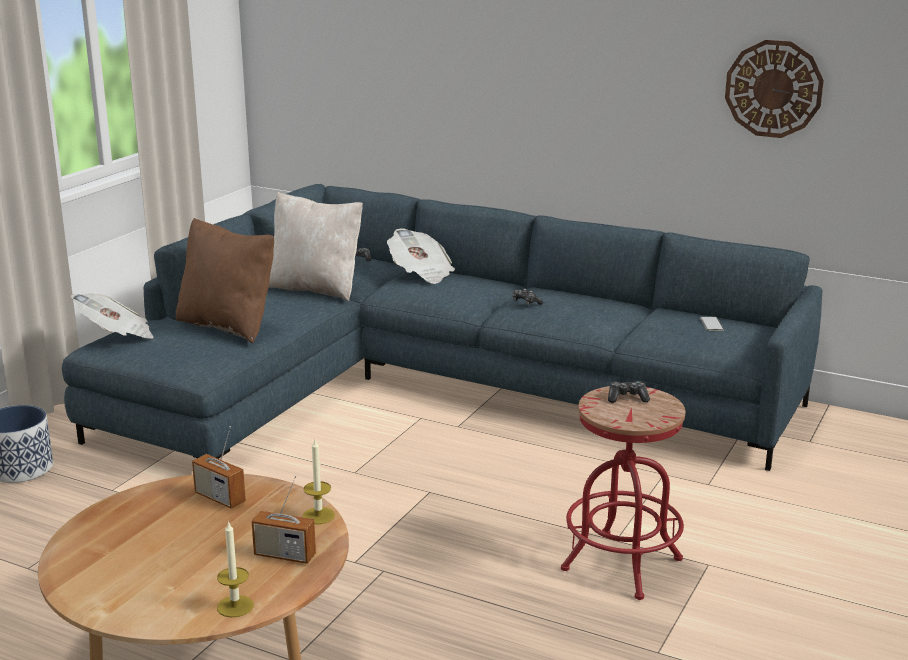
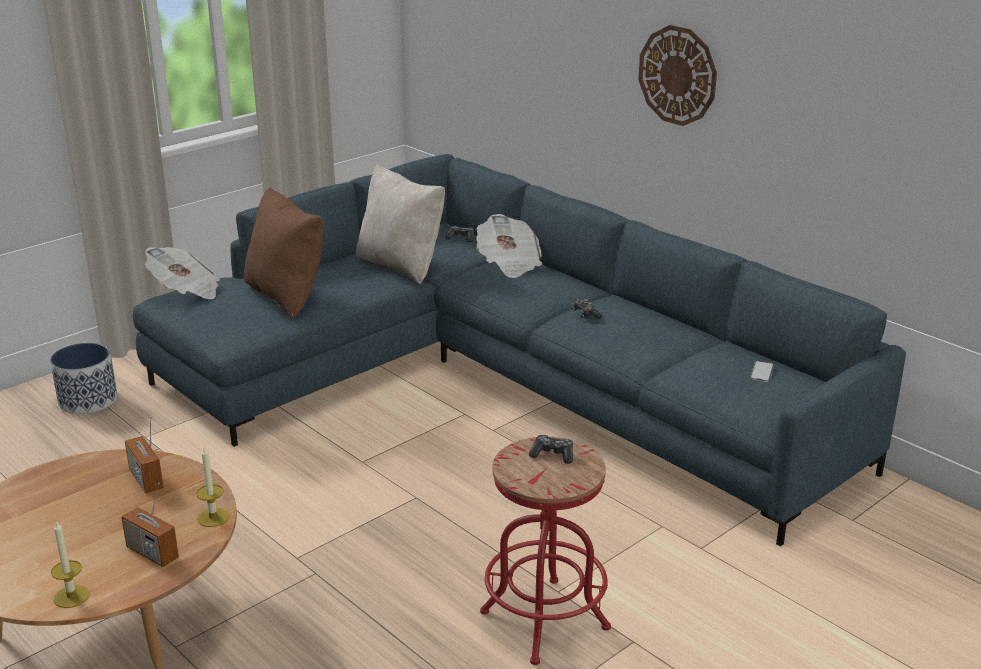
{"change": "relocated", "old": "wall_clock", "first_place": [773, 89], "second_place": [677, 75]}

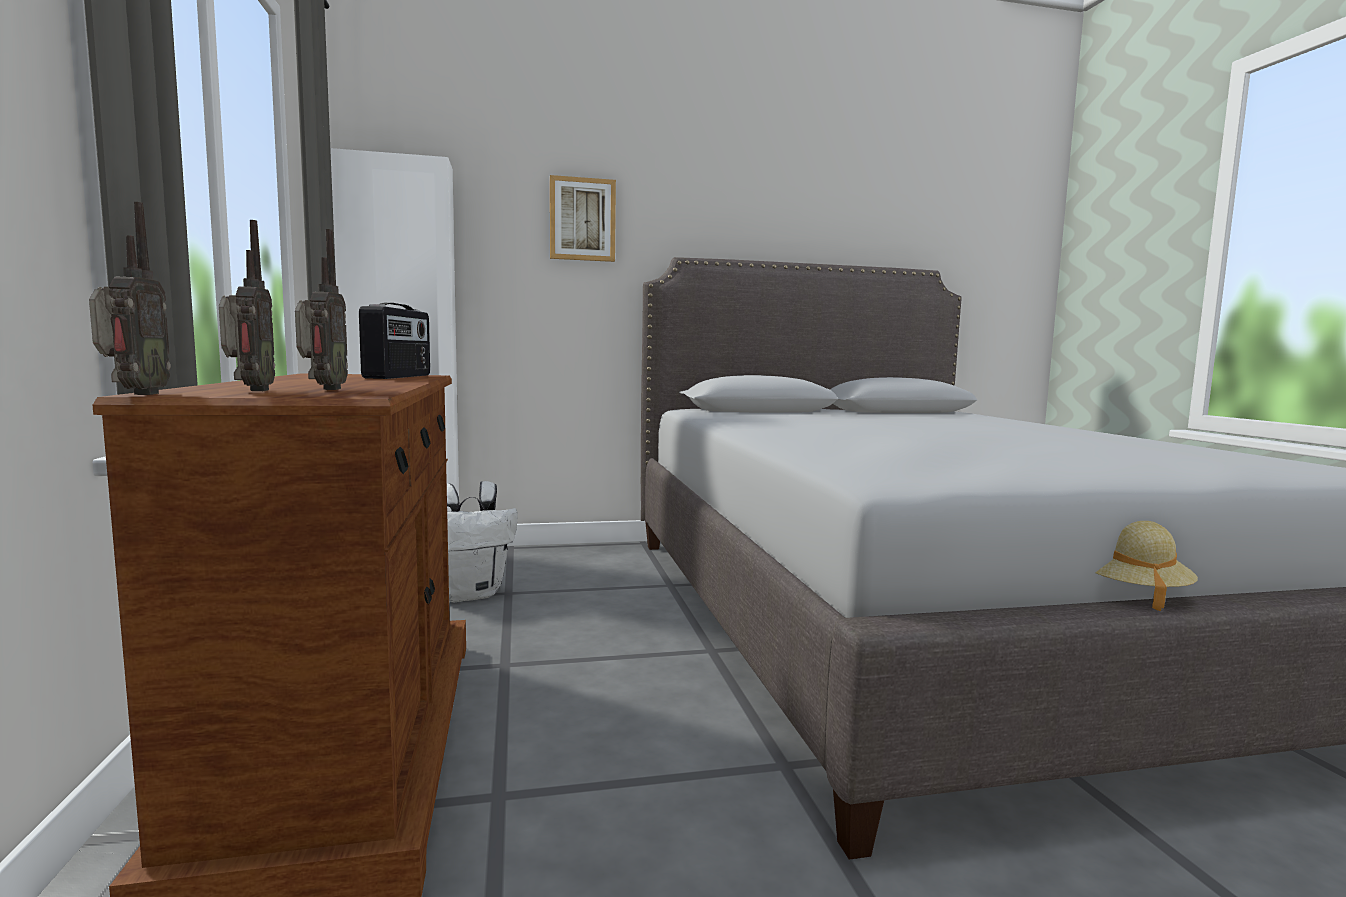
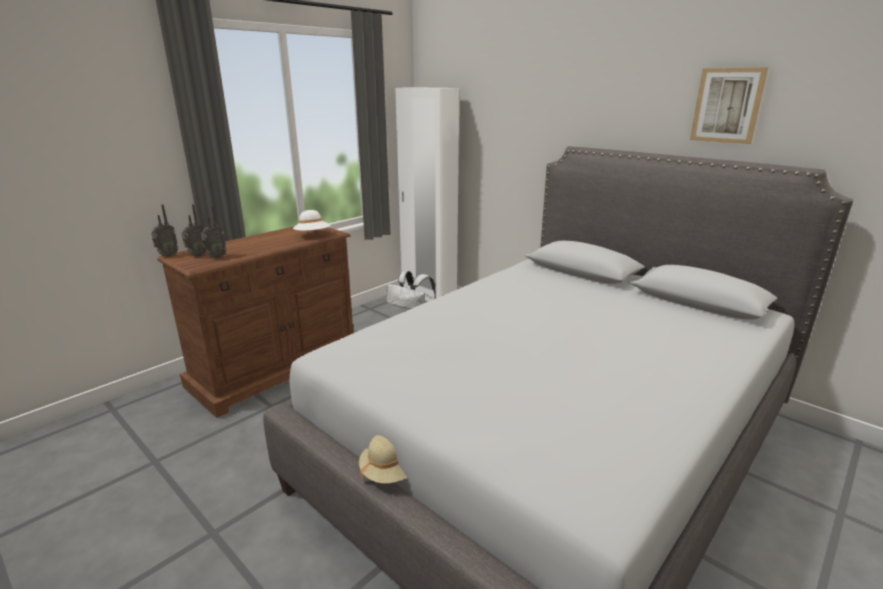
{"change": "relocated", "old": "wall_art", "first_place": [582, 219], "second_place": [727, 105]}
{"change": "exchanged", "old": "radio_receiver", "new": "white-coloured_clothing_hat", "first_place": [399, 376], "second_place": [312, 235]}

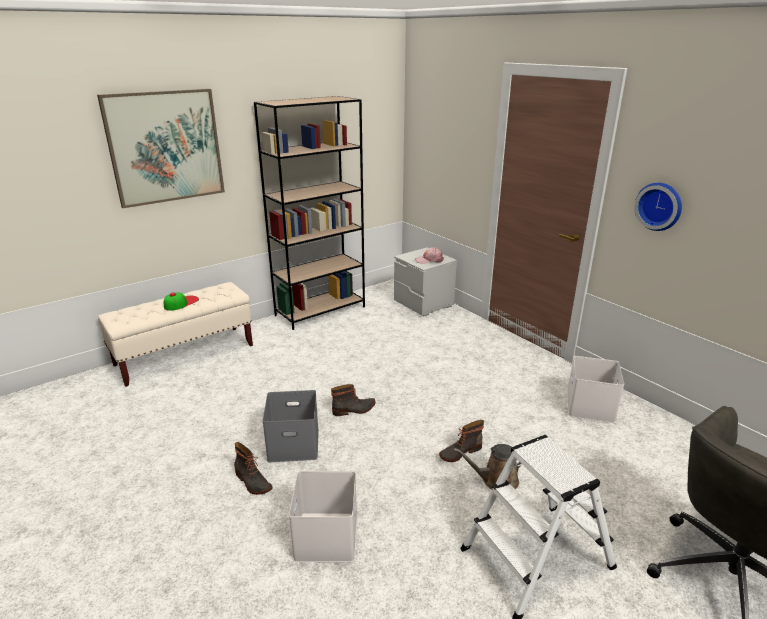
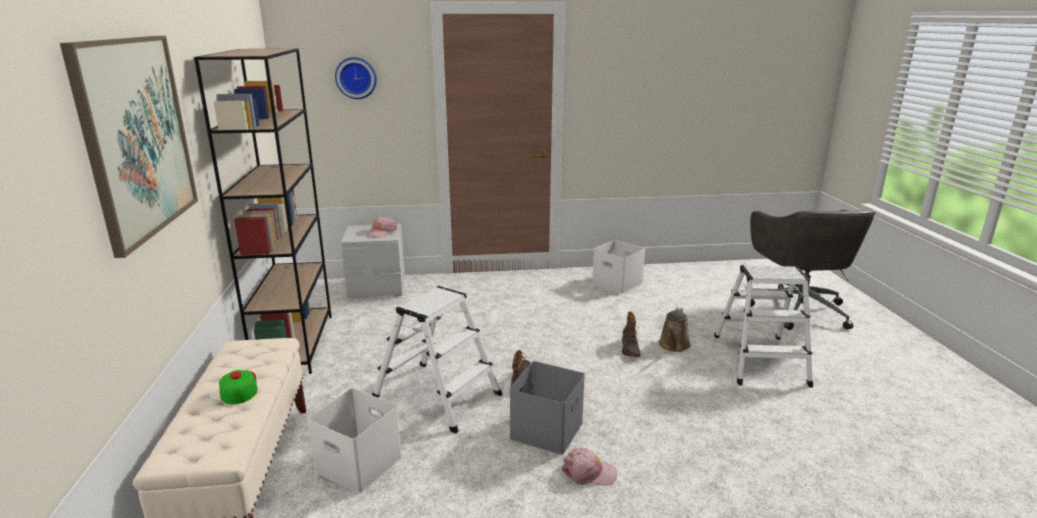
{"change": "relocated", "old": "wall_clock", "first_place": [659, 206], "second_place": [356, 78]}
{"change": "exchanged", "old": "boot", "new": "pink-coloured_cap", "first_place": [252, 482], "second_place": [588, 473]}
{"change": "relocated", "old": "white-coloured_storage_container", "first_place": [327, 538], "second_place": [361, 463]}
{"change": "appeared", "new": "white-coloured_stepladder", "second_place": [437, 395]}

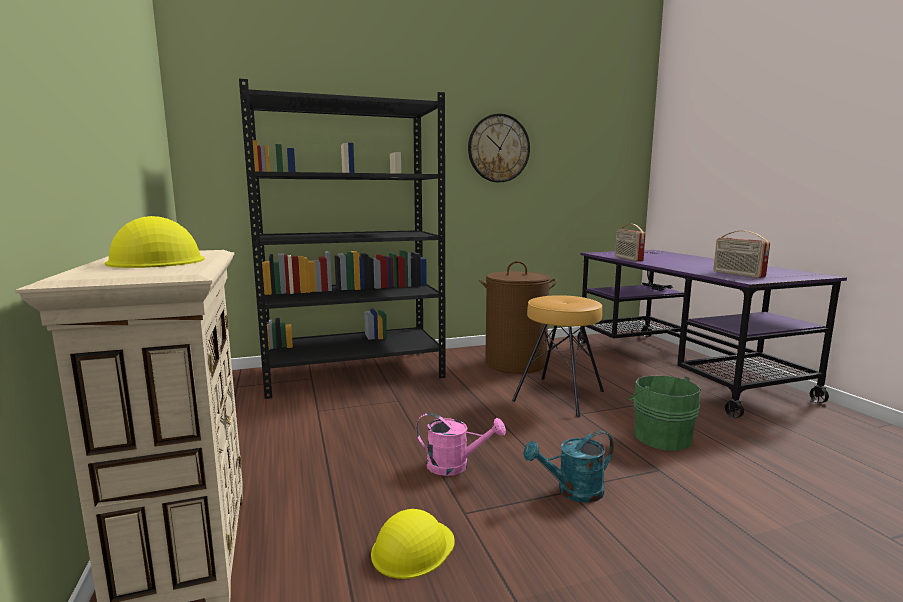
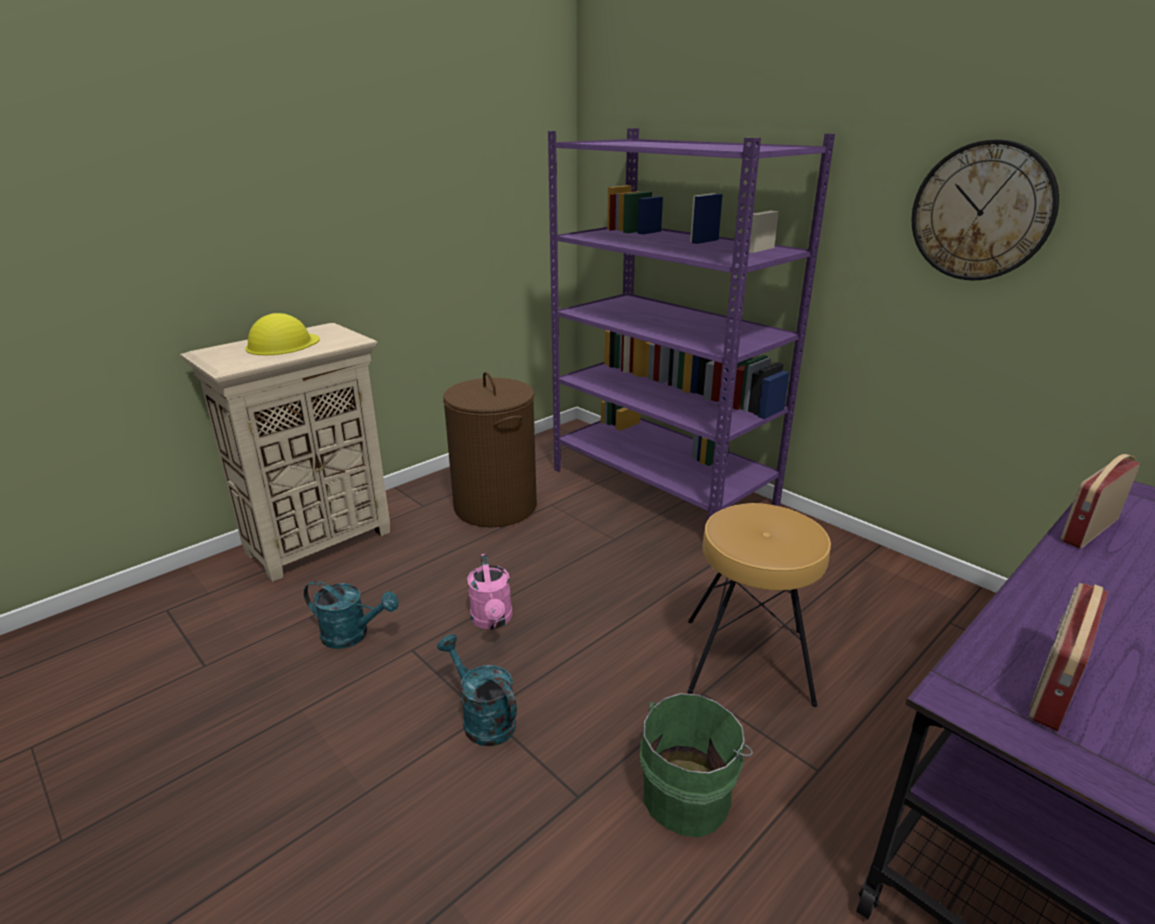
{"change": "colour", "old": "black_bookshelf", "new": "purplish_bookshelf", "first_place": [353, 372], "second_place": [661, 487]}
{"change": "relocated", "old": "brown-coloured_laundry_basket", "first_place": [515, 363], "second_place": [496, 506]}
{"change": "exchanged", "old": "yellow_safety_helmet", "new": "blue-green_watering_can", "first_place": [412, 548], "second_place": [353, 635]}

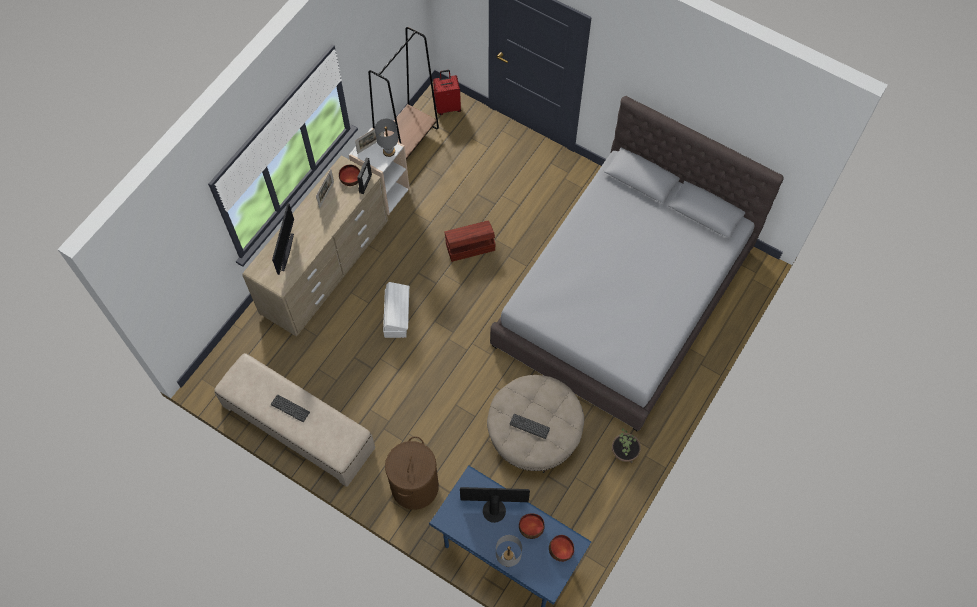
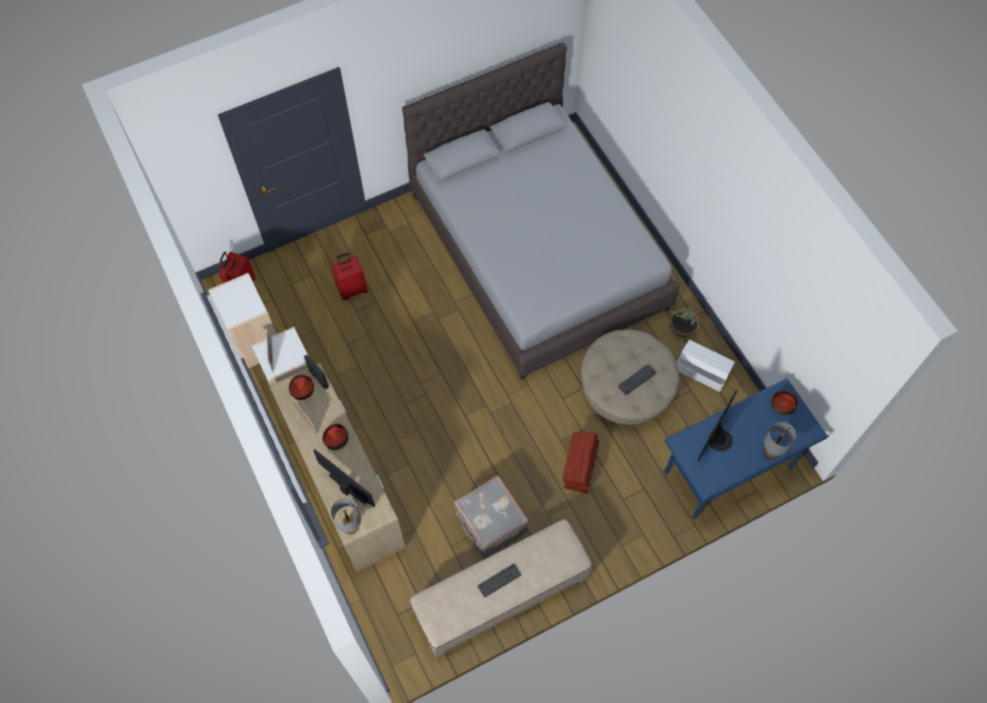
{"change": "exchanged", "old": "clothes_rack", "new": "white-coloured_bookshelf", "first_place": [407, 142], "second_place": [254, 341]}
{"change": "relocated", "old": "gray_table_lamp", "first_place": [389, 151], "second_place": [351, 526]}
{"change": "relocated", "old": "brown-coloured_storage_container", "first_place": [469, 246], "second_place": [580, 467]}
{"change": "relocated", "old": "white-coloured_storage_container", "first_place": [397, 315], "second_place": [701, 370]}
{"change": "missing", "old": "brown-coloured_laundry_basket", "first_place": [414, 486]}
{"change": "relocated", "old": "serving_bowl", "first_place": [531, 527], "second_place": [336, 439]}
{"change": "appeared", "new": "red_piece_of_luggage", "second_place": [352, 289]}
{"change": "appeared", "new": "gray_piece_of_luggage", "second_place": [490, 524]}

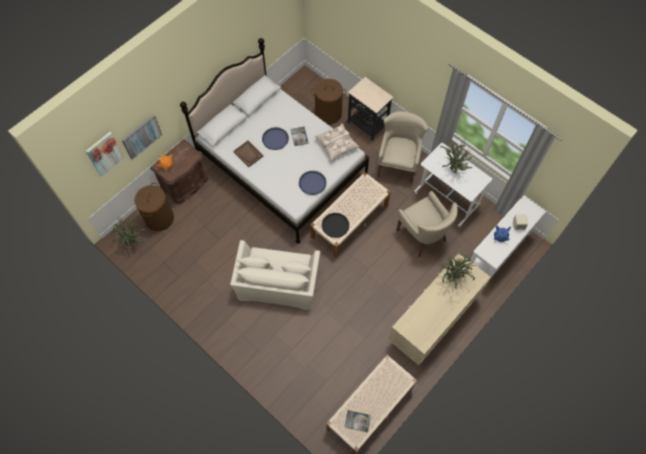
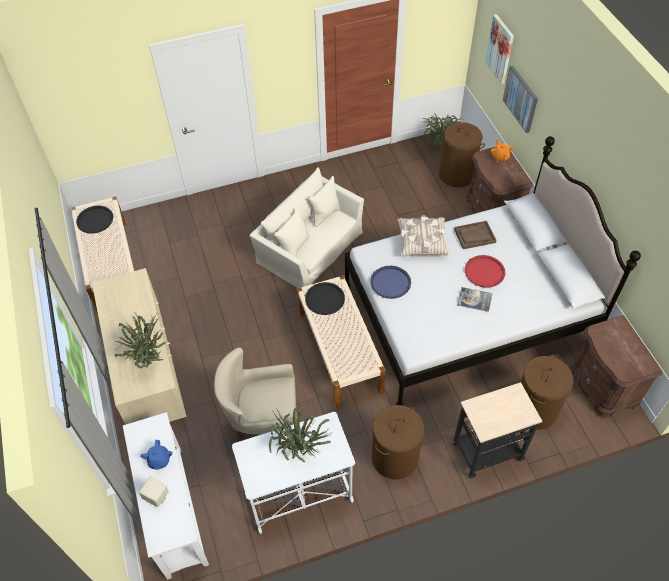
{"change": "exchanged", "old": "beige-coloured_armchair", "new": "brown-coloured_laundry_basket", "first_place": [397, 164], "second_place": [394, 458]}
{"change": "relocated", "old": "beige-coloured_cushion", "first_place": [336, 145], "second_place": [422, 243]}
{"change": "colour", "old": "blue-coloured_carrying_tray", "new": "red_carrying_tray", "first_place": [275, 139], "second_place": [484, 272]}
{"change": "exchanged", "old": "volume", "new": "black_carrying_tray", "first_place": [357, 421], "second_place": [95, 220]}
{"change": "appeared", "new": "brown-coloured_bedside_table", "second_place": [601, 386]}

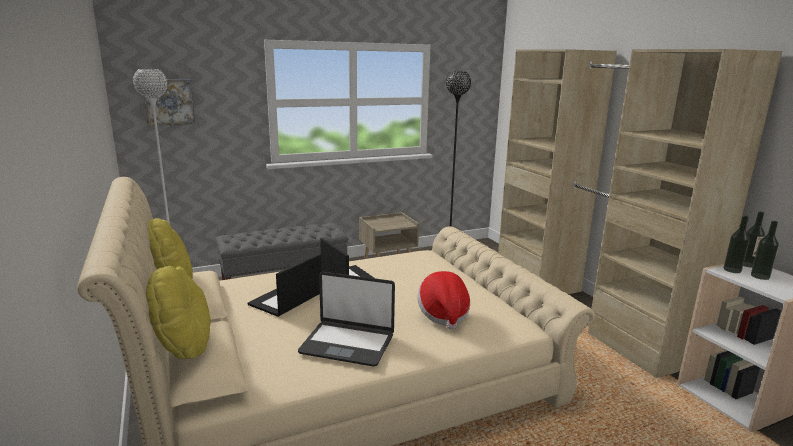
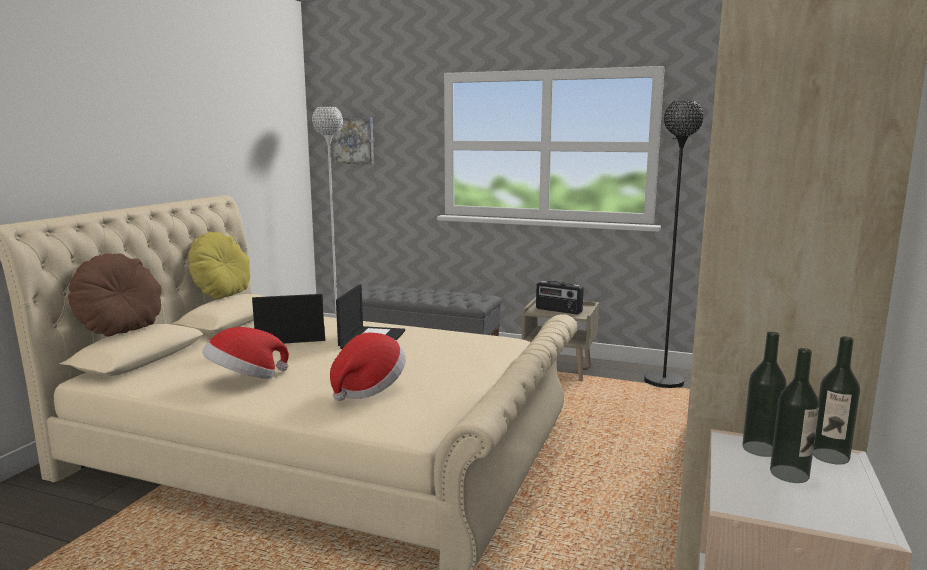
{"change": "colour", "old": "yellow_cushion", "new": "brown-coloured_cushion", "first_place": [184, 349], "second_place": [121, 331]}
{"change": "exchanged", "old": "notebook_computer", "new": "clothing_hat", "first_place": [348, 344], "second_place": [245, 378]}
{"change": "appeared", "new": "radio_receiver", "second_place": [558, 310]}

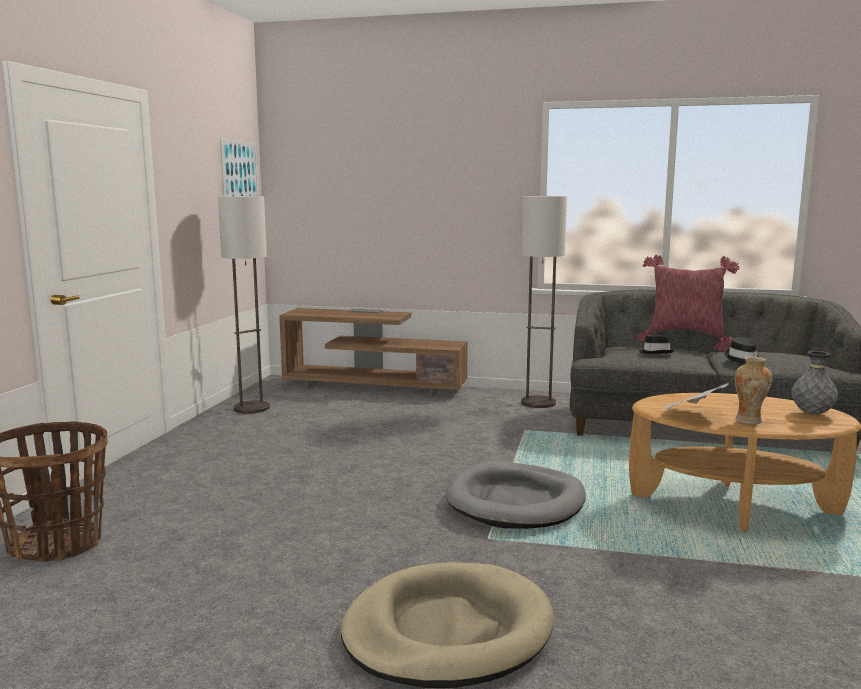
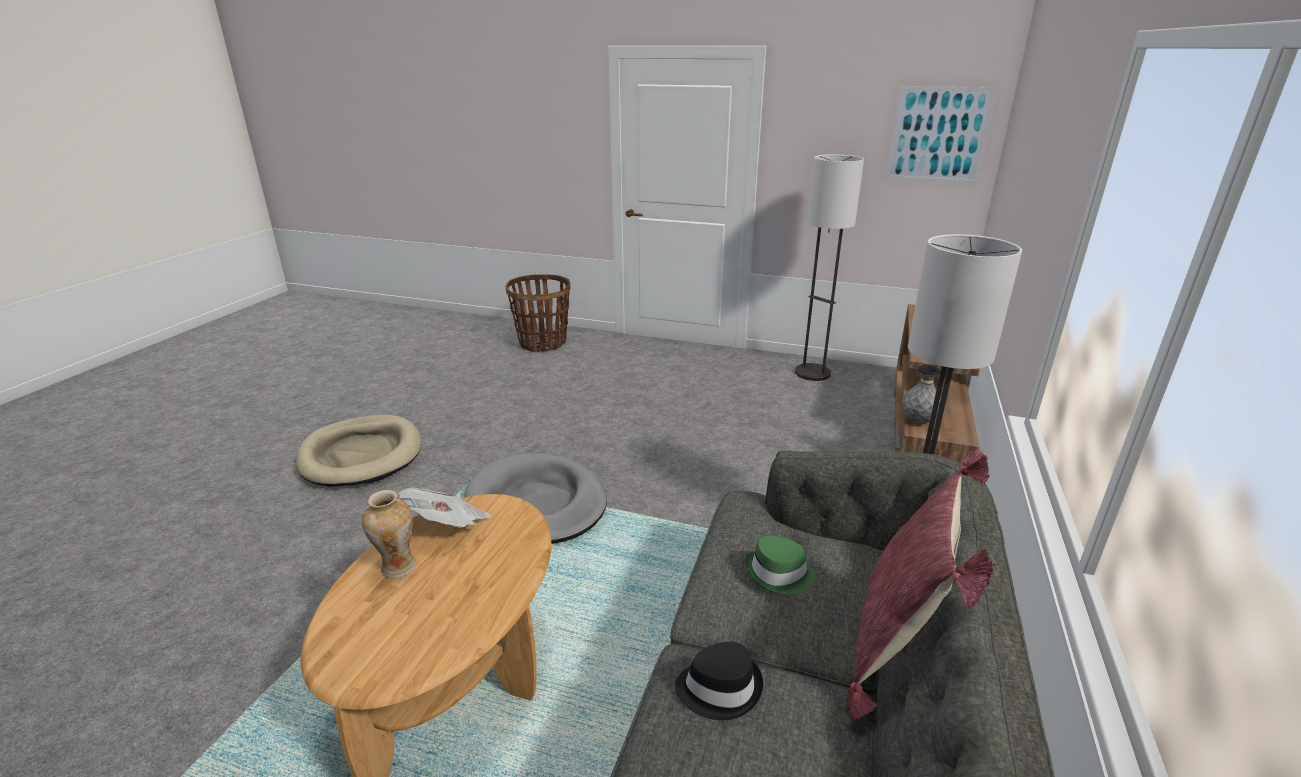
{"change": "colour", "old": "black_clothing_hat", "new": "green-coloured_clothing_hat", "first_place": [655, 352], "second_place": [779, 574]}
{"change": "relocated", "old": "gray_decorative_vase", "first_place": [812, 414], "second_place": [918, 421]}

